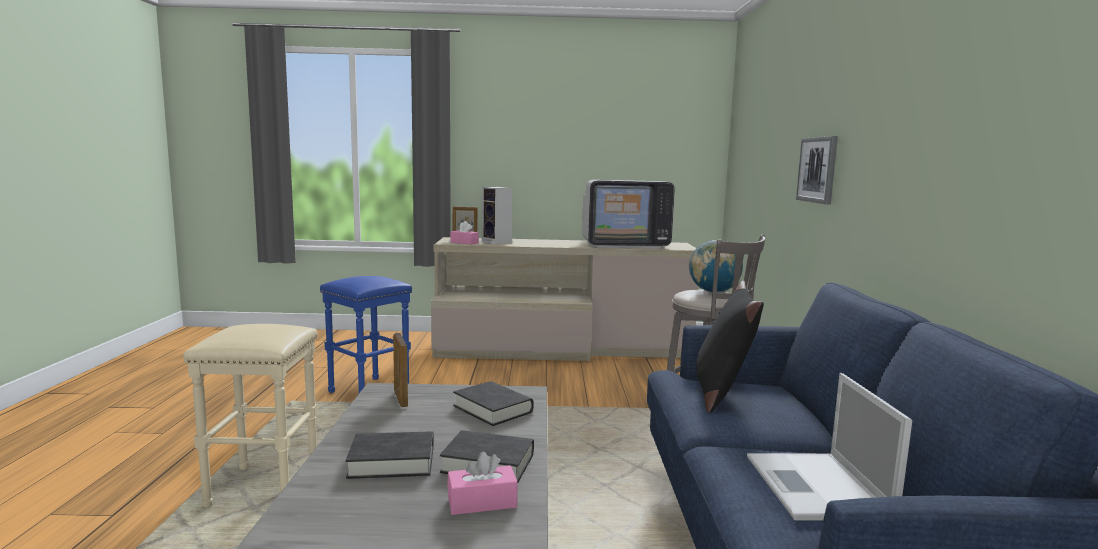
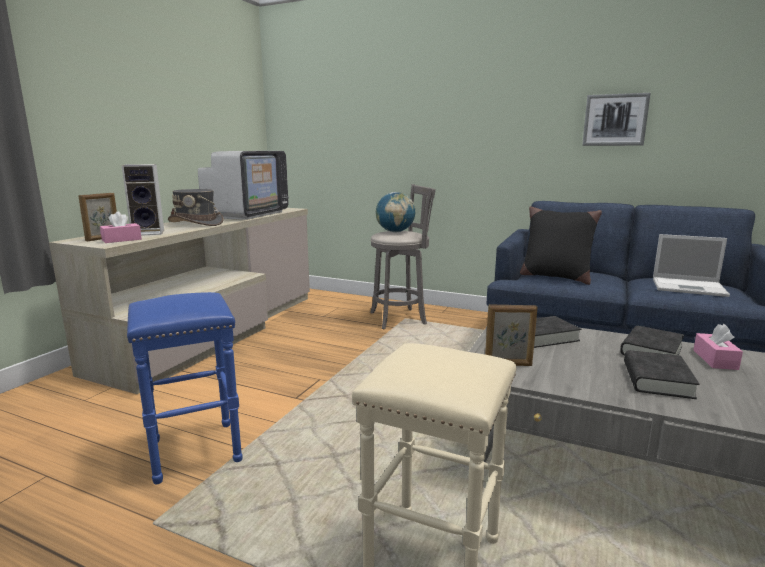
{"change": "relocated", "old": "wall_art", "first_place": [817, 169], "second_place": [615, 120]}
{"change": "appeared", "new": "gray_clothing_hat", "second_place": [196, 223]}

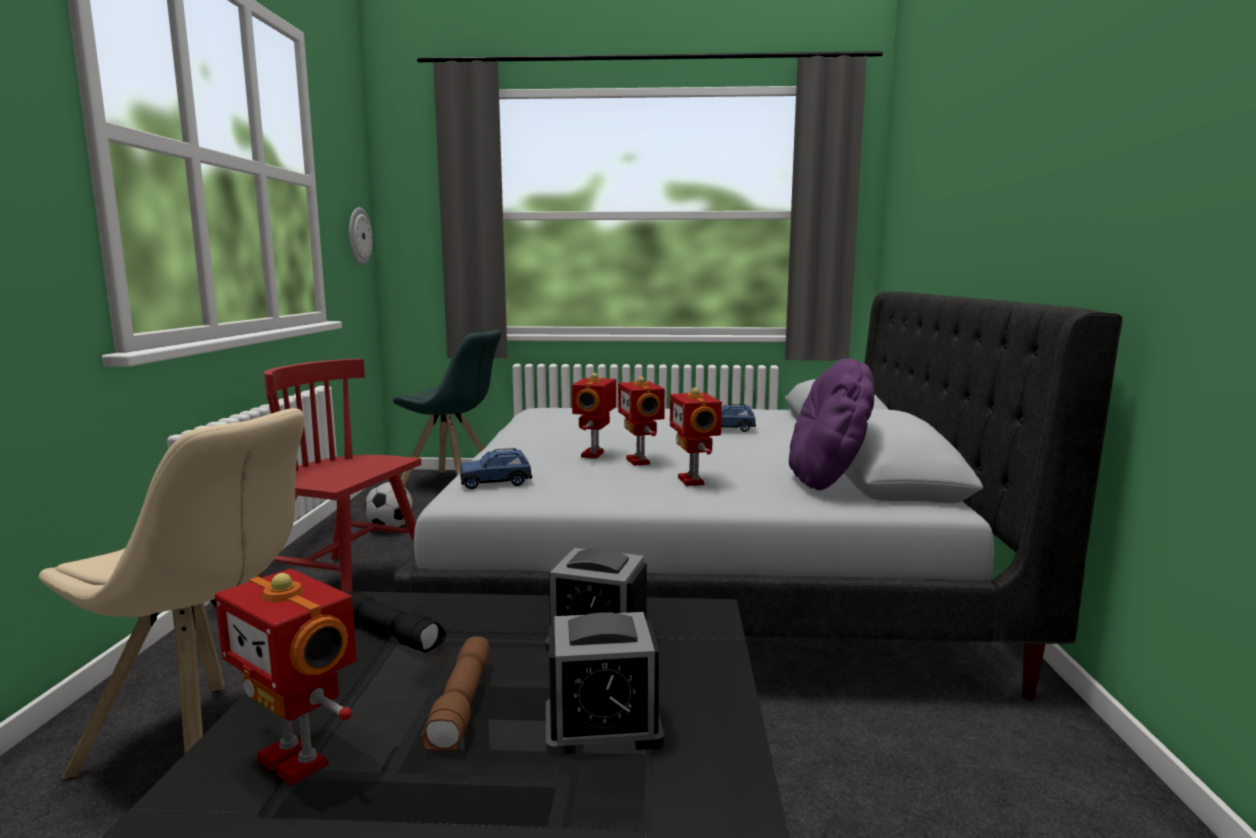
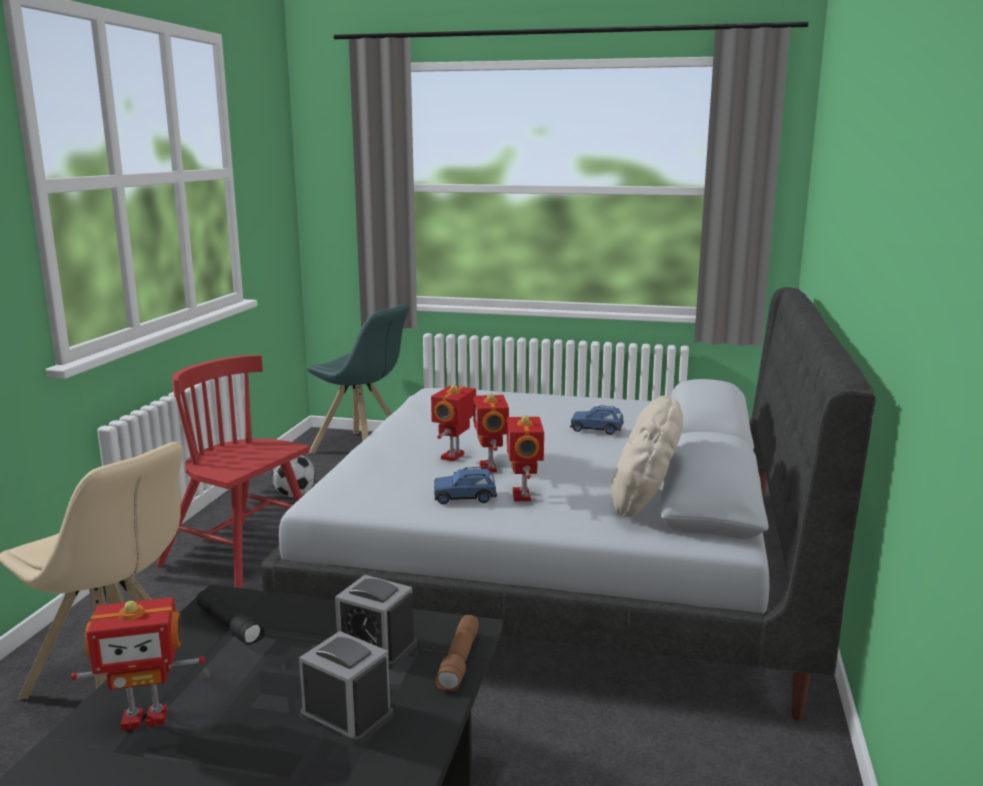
{"change": "missing", "old": "wall_clock", "first_place": [359, 236]}
{"change": "colour", "old": "purplish_cushion", "new": "beige-coloured_cushion", "first_place": [827, 483], "second_place": [643, 507]}
{"change": "relocated", "old": "blue-coloured_toy_car", "first_place": [496, 482], "second_place": [465, 497]}
{"change": "spun", "old": "robot_figure", "first_place": [297, 760], "second_place": [145, 717], "degrees": -60}
{"change": "spun", "old": "table_clock", "first_place": [602, 726], "second_place": [347, 716], "degrees": -150}
{"change": "relocated", "old": "brown-coloured_torch", "first_place": [463, 706], "second_place": [460, 662]}

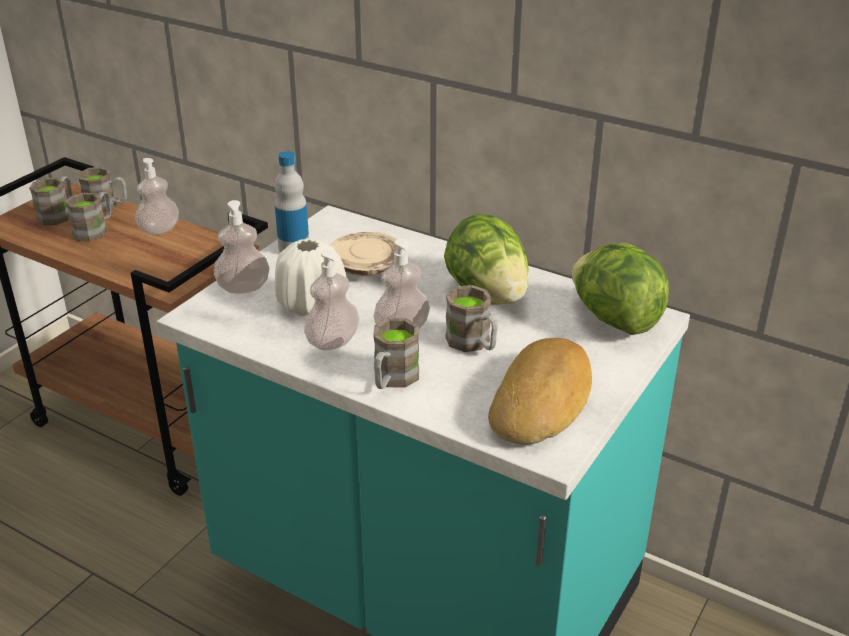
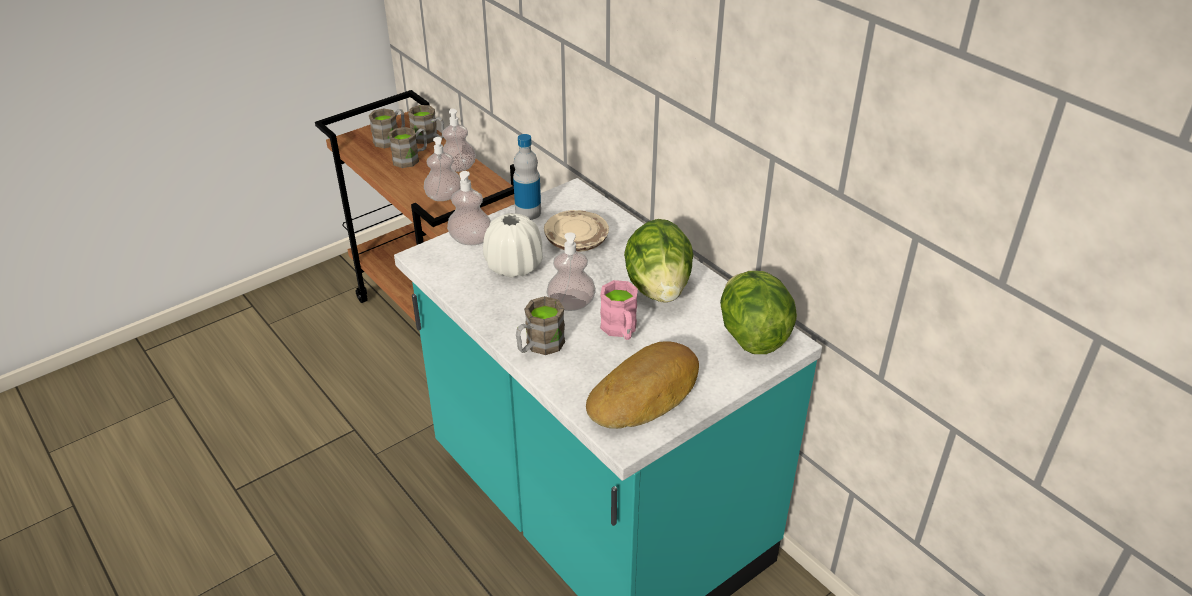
{"change": "relocated", "old": "soap_bottle", "first_place": [333, 342], "second_place": [444, 197]}
{"change": "colour", "old": "brown-coloured_mug", "new": "pink-coloured_mug", "first_place": [473, 344], "second_place": [620, 330]}

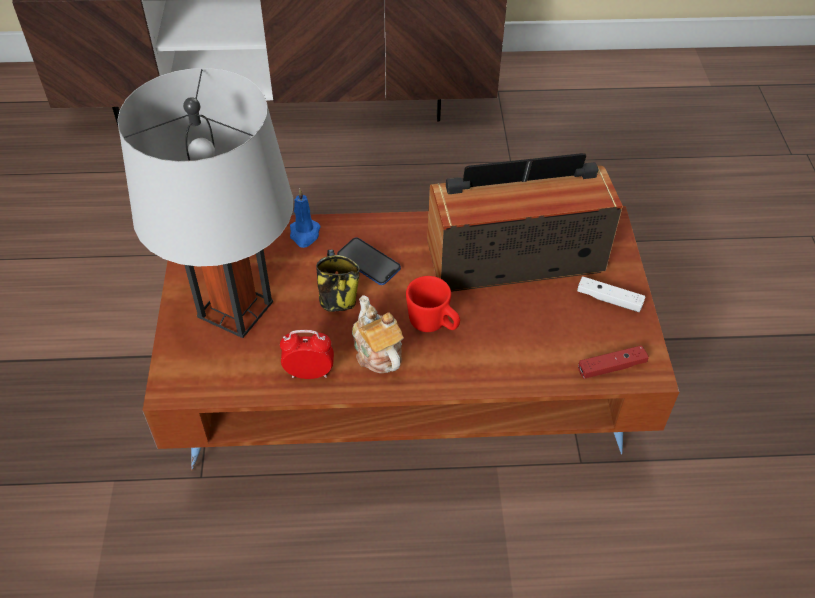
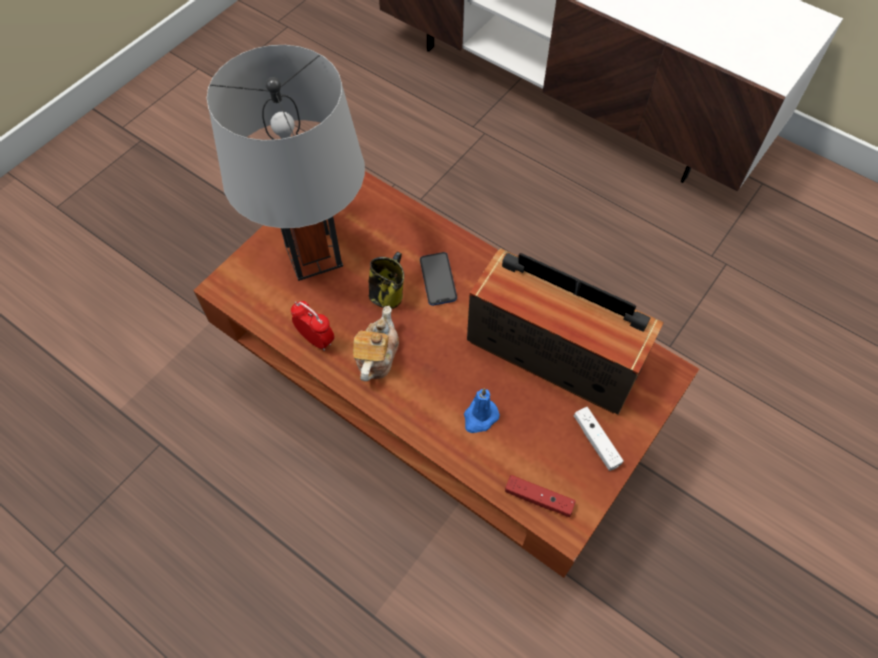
{"change": "relocated", "old": "blue-coloured_wax_light", "first_place": [304, 234], "second_place": [480, 417]}
{"change": "missing", "old": "red_mug", "first_place": [433, 324]}

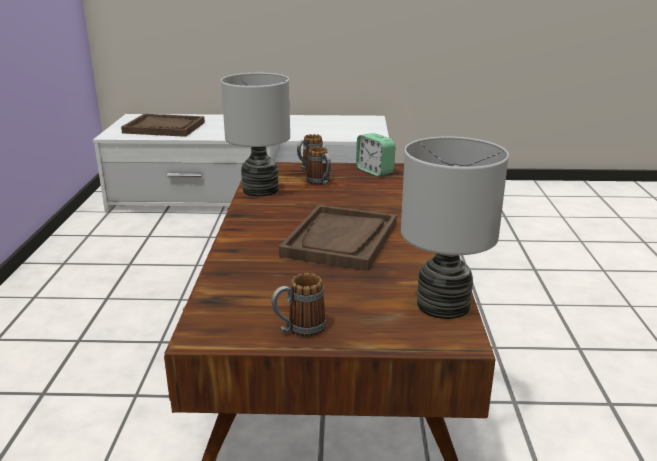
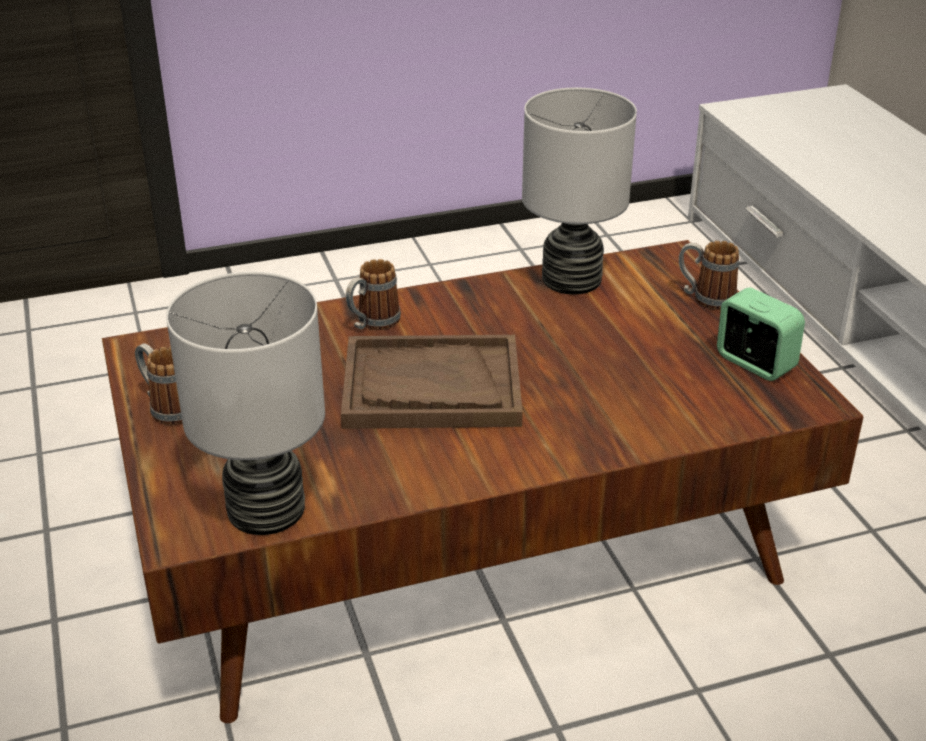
{"change": "missing", "old": "brown-coloured_carrying_tray", "first_place": [164, 127]}
{"change": "spun", "old": "table_clock", "first_place": [374, 171], "second_place": [754, 363], "degrees": 105}
{"change": "relocated", "old": "mug", "first_place": [320, 183], "second_place": [372, 323]}

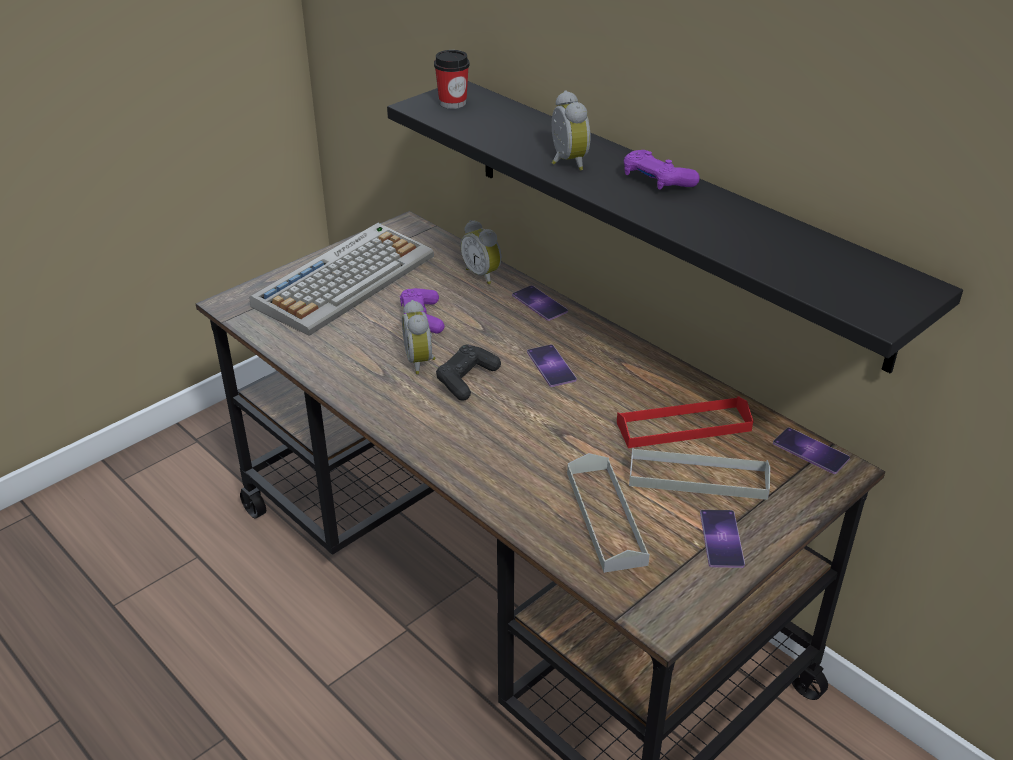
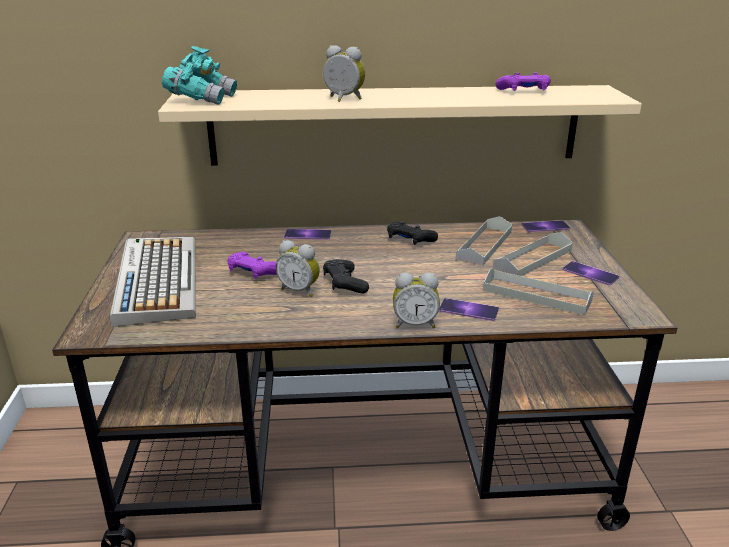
{"change": "exchanged", "old": "small_cup", "new": "blue-green_pair_of_binoculars", "first_place": [452, 103], "second_place": [202, 99]}
{"change": "colour", "old": "black_bracket_shelf", "new": "beige-coloured_bracket_shelf", "first_place": [667, 214], "second_place": [394, 125]}
{"change": "relocated", "old": "purplish_game_controller", "first_place": [656, 180], "second_place": [524, 91]}
{"change": "relocated", "old": "table_clock", "first_place": [483, 274], "second_place": [415, 324]}
{"change": "relocated", "old": "handset", "first_place": [551, 366], "second_place": [468, 310]}
{"change": "colour", "old": "red_carrying_tray", "new": "gray_carrying_tray", "first_place": [683, 426], "second_place": [484, 245]}
{"change": "appeared", "new": "black_game_controller", "second_place": [409, 240]}

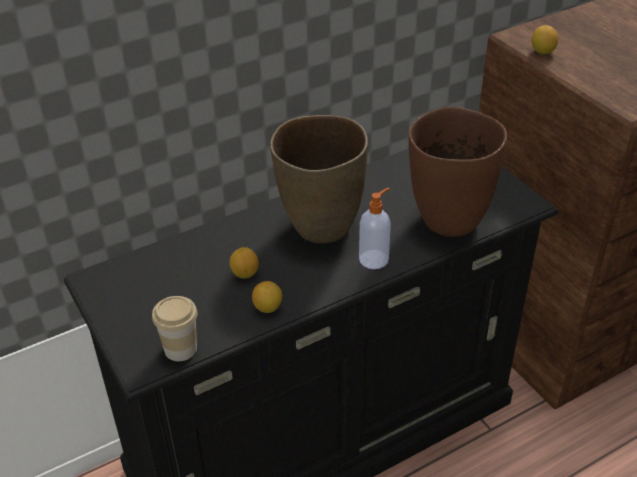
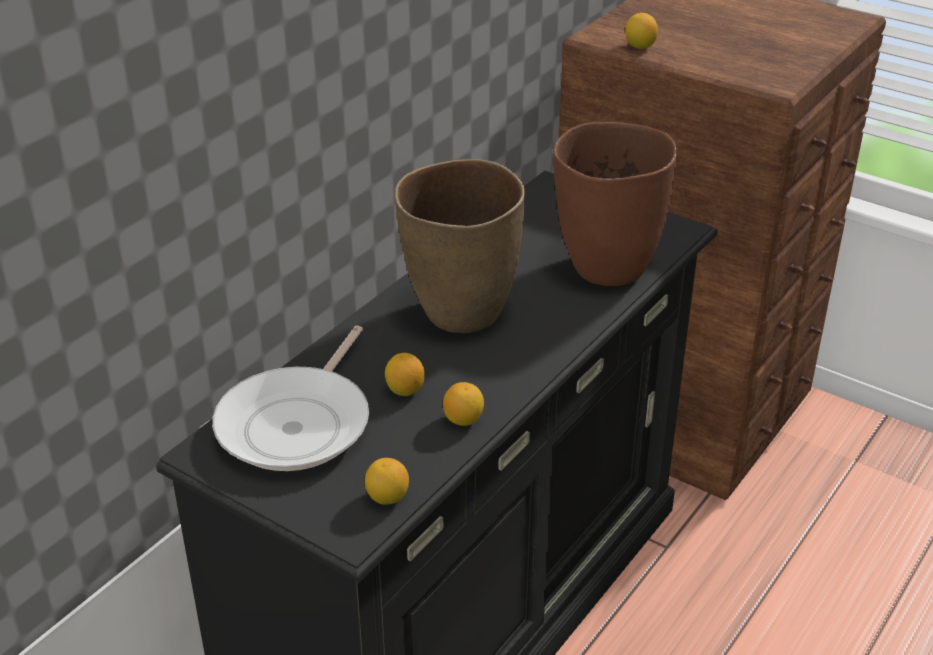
{"change": "missing", "old": "soap_bottle", "first_place": [374, 259]}
{"change": "exchanged", "old": "small_cup", "new": "lemon", "first_place": [180, 349], "second_place": [387, 498]}
{"change": "appeared", "new": "skillet", "second_place": [299, 423]}

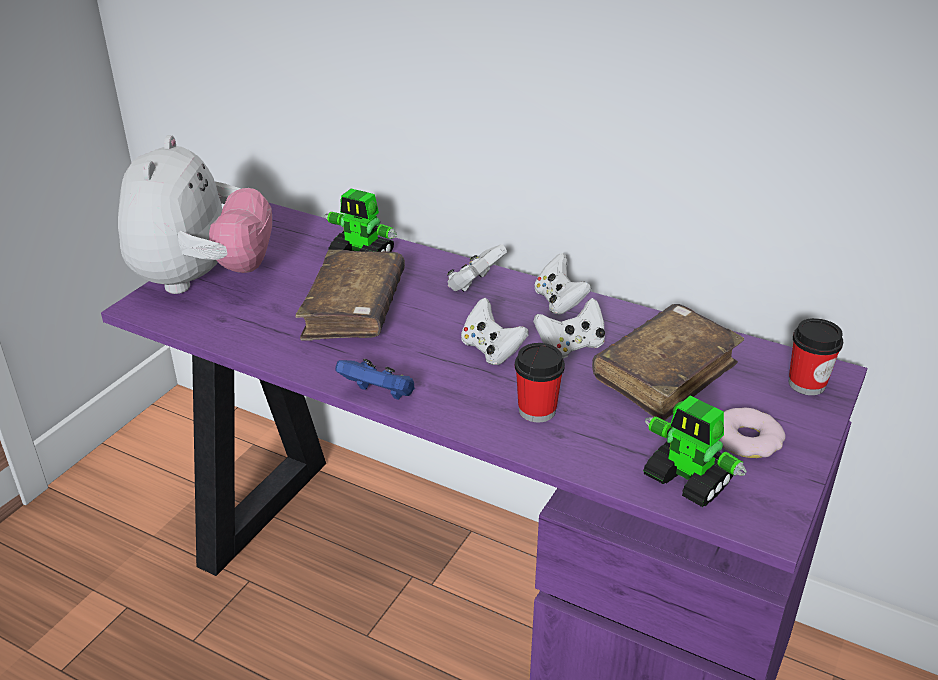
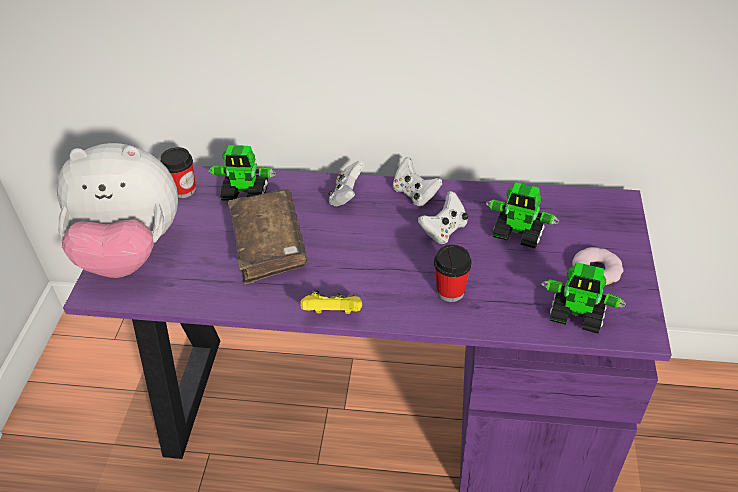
{"change": "spun", "old": "soft_toy", "first_place": [202, 280], "second_place": [131, 252], "degrees": 105}
{"change": "missing", "old": "white-coloured_game_controller", "first_place": [491, 350]}
{"change": "exchanged", "old": "brown-coloured_volume", "new": "robot_figure", "first_place": [665, 374], "second_place": [518, 234]}
{"change": "relocated", "old": "small_cup", "first_place": [806, 384], "second_place": [184, 190]}
{"change": "colour", "old": "blue-coloured_game_controller", "new": "yellow_game_controller", "first_place": [379, 395], "second_place": [333, 314]}

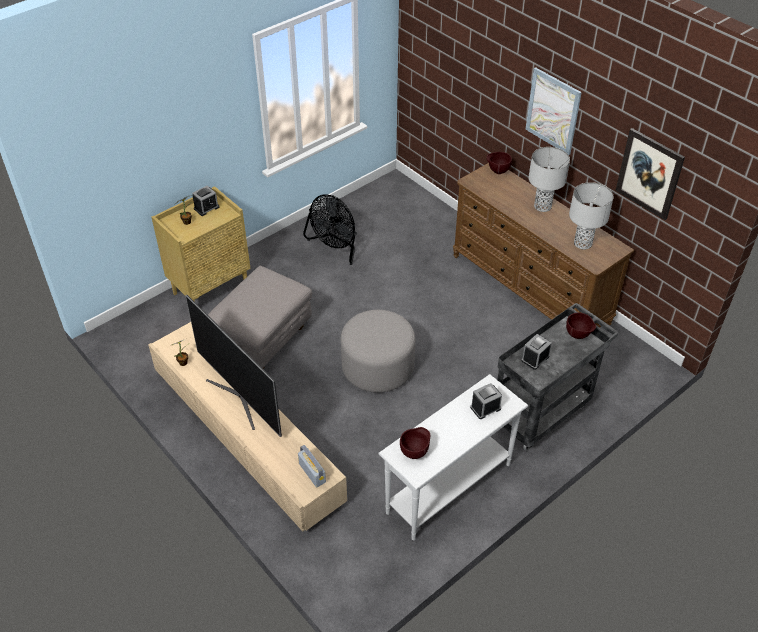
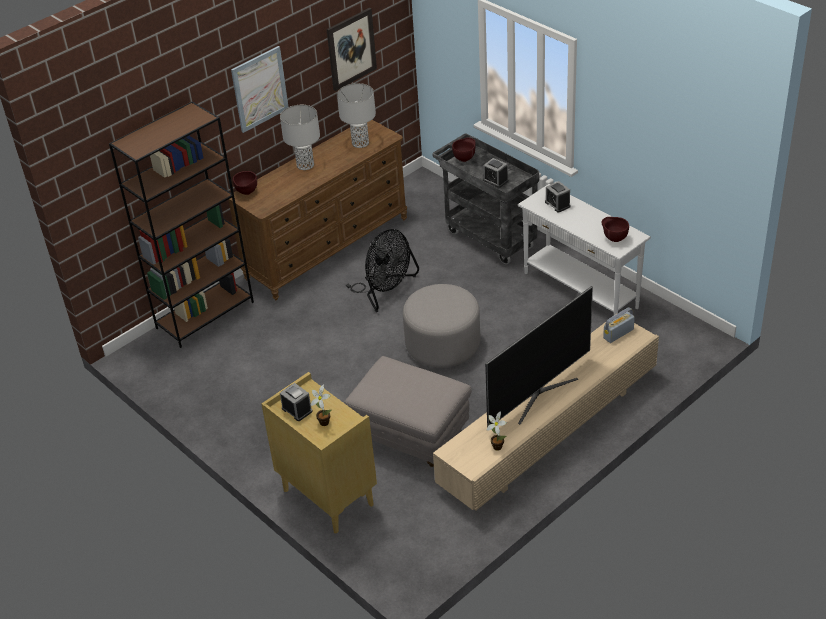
{"change": "relocated", "old": "black_fan", "first_place": [335, 245], "second_place": [383, 290]}
{"change": "appeared", "new": "brown-coloured_bookshelf", "second_place": [205, 315]}

